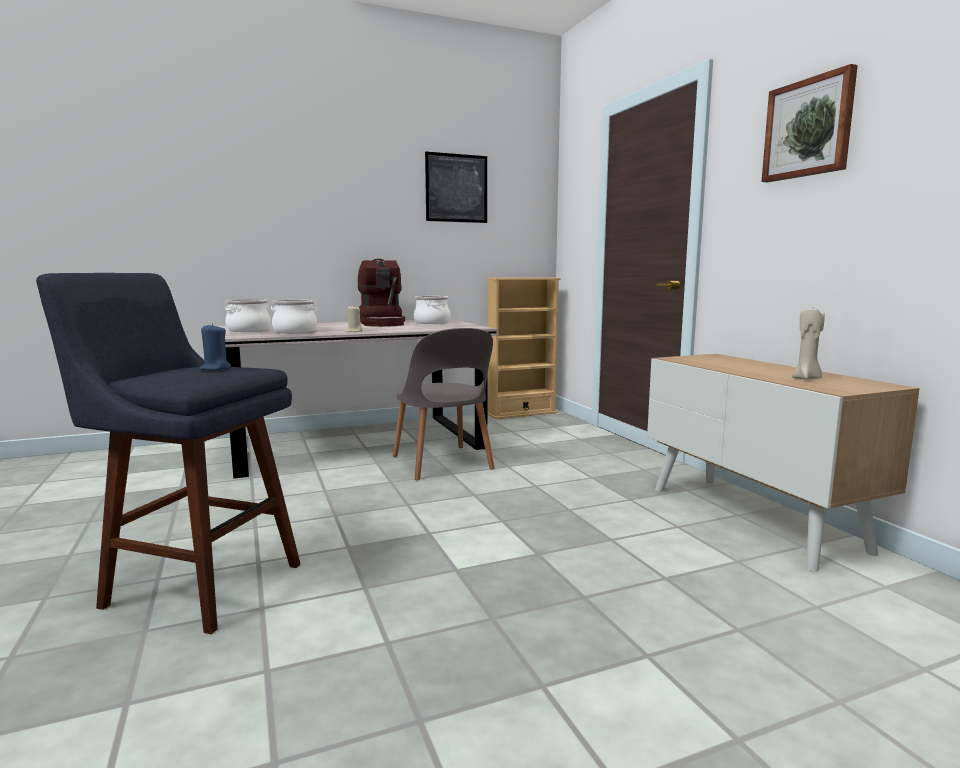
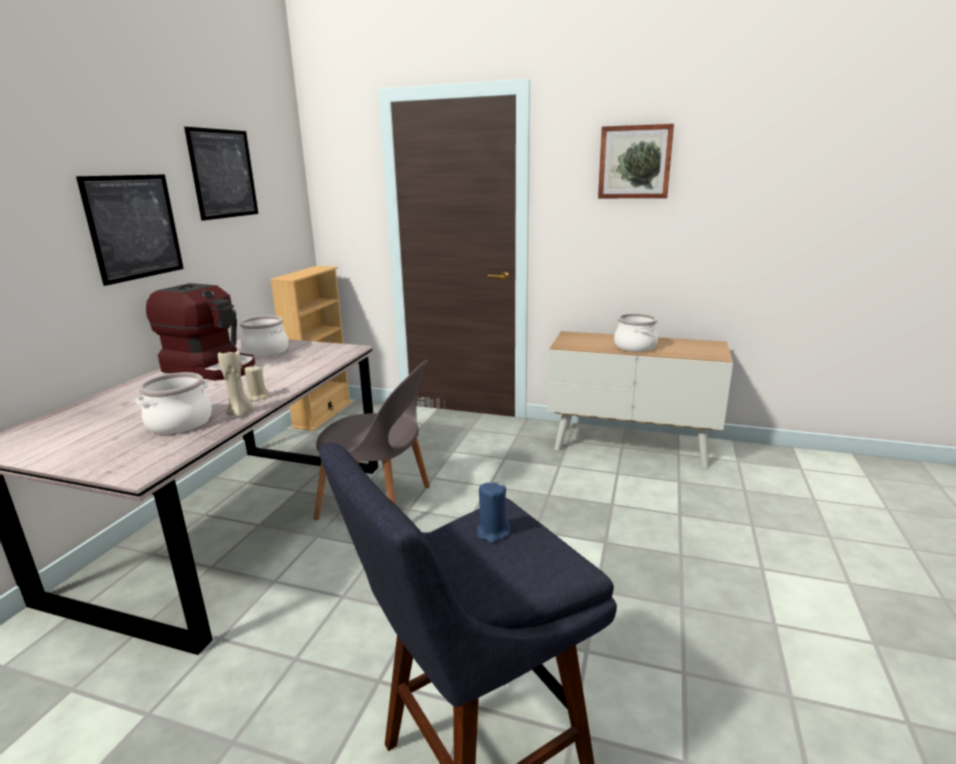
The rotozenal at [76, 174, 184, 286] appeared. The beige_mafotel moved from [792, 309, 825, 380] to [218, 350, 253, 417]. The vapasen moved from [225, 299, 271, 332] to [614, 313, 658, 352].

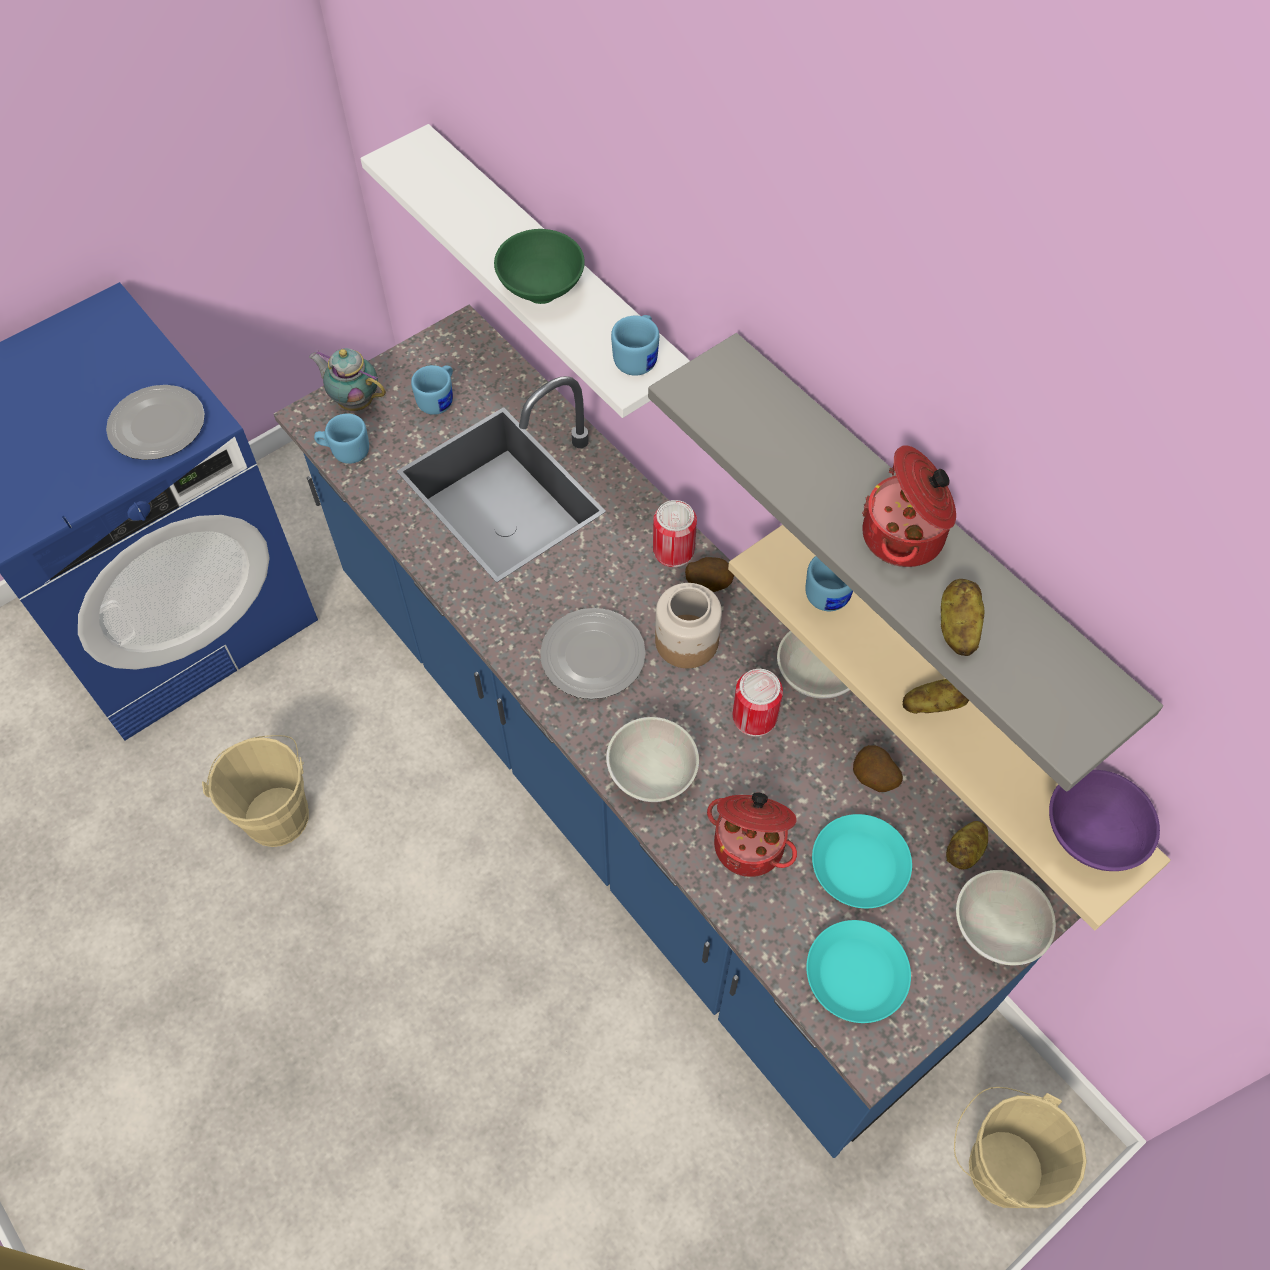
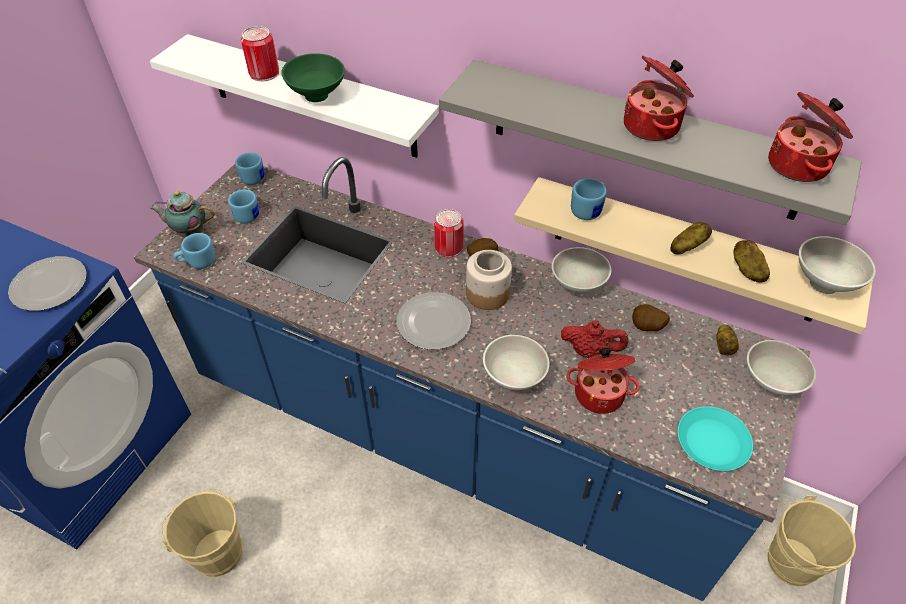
The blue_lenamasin moved from [611, 315, 659, 376] to [235, 152, 264, 185]. The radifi moved from [733, 669, 783, 737] to [241, 26, 279, 81]. The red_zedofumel at [561, 320, 628, 358] appeared. The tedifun moved from [941, 579, 984, 656] to [734, 240, 770, 283]. The vapasen at [768, 92, 853, 182] appeared. The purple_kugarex at [1049, 770, 1160, 871] became the white_kugarex at [799, 236, 876, 294]. The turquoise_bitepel at [812, 814, 912, 908] disappeared.

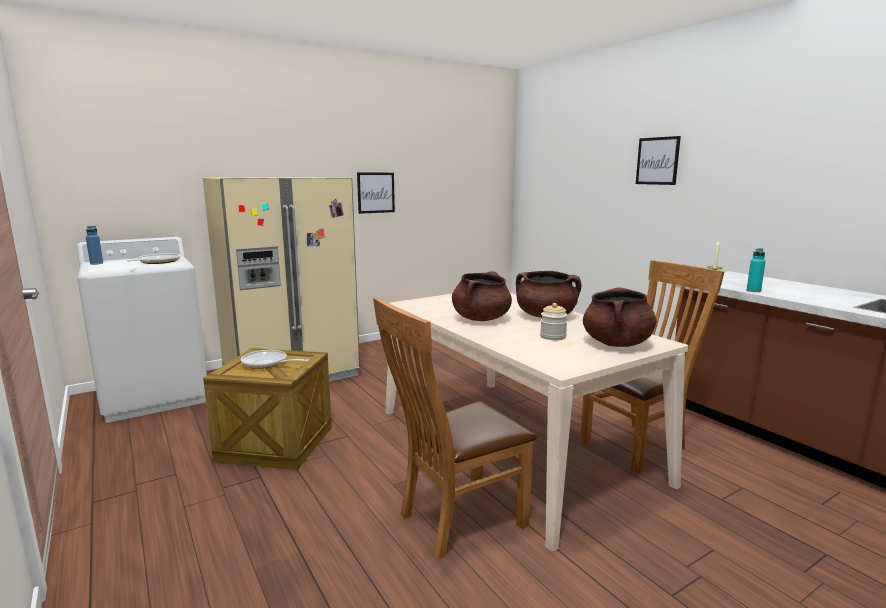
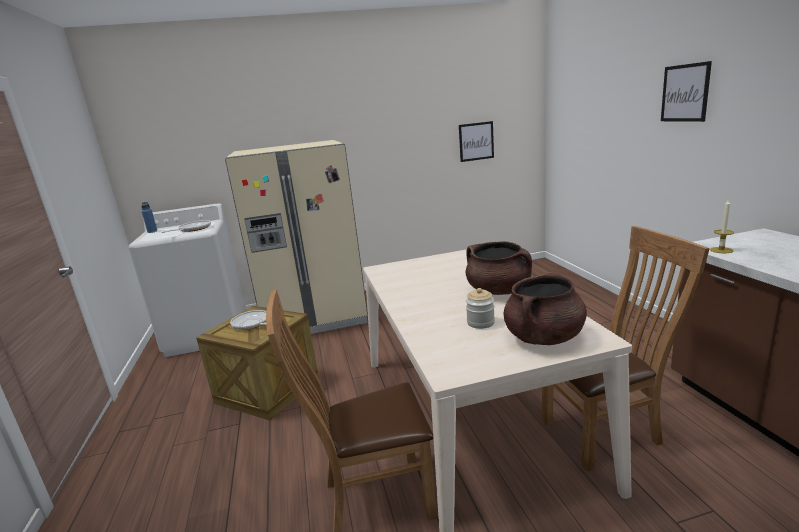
The rotozenal moved from [357, 173, 395, 214] to [459, 121, 494, 162]. The brown_vapasen at [452, 271, 512, 321] disappeared. The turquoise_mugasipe at [747, 248, 766, 292] disappeared.

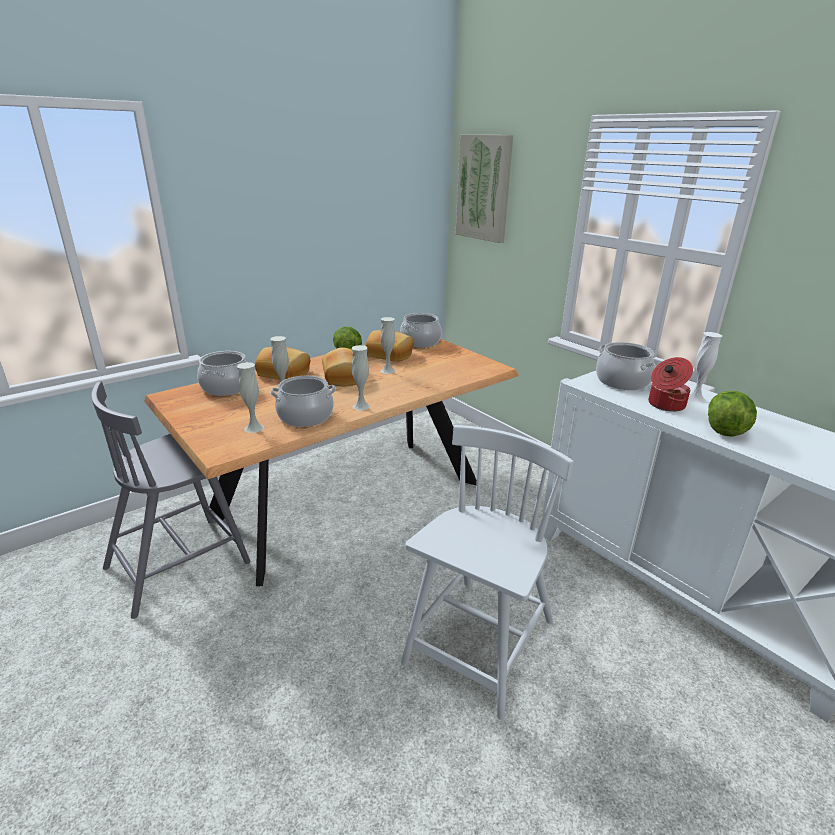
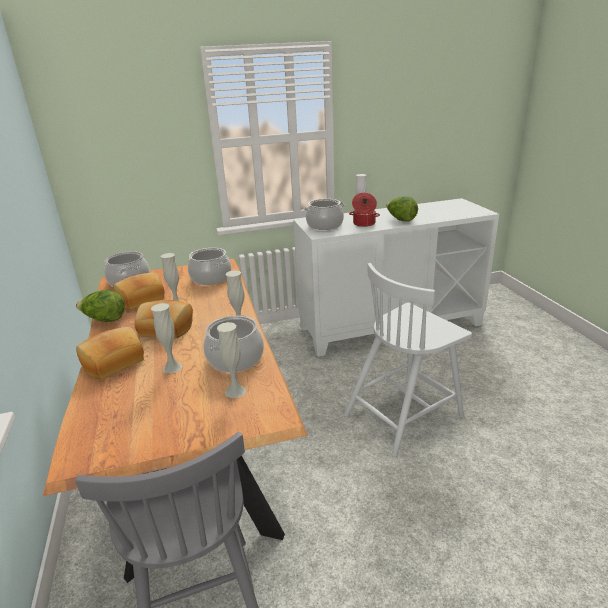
The vapasen moved from [197, 351, 247, 396] to [188, 248, 231, 285]. The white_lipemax at [401, 425, 573, 720] turned 90 degrees counterclockwise. The rotozenal at [455, 135, 513, 243] disappeared.

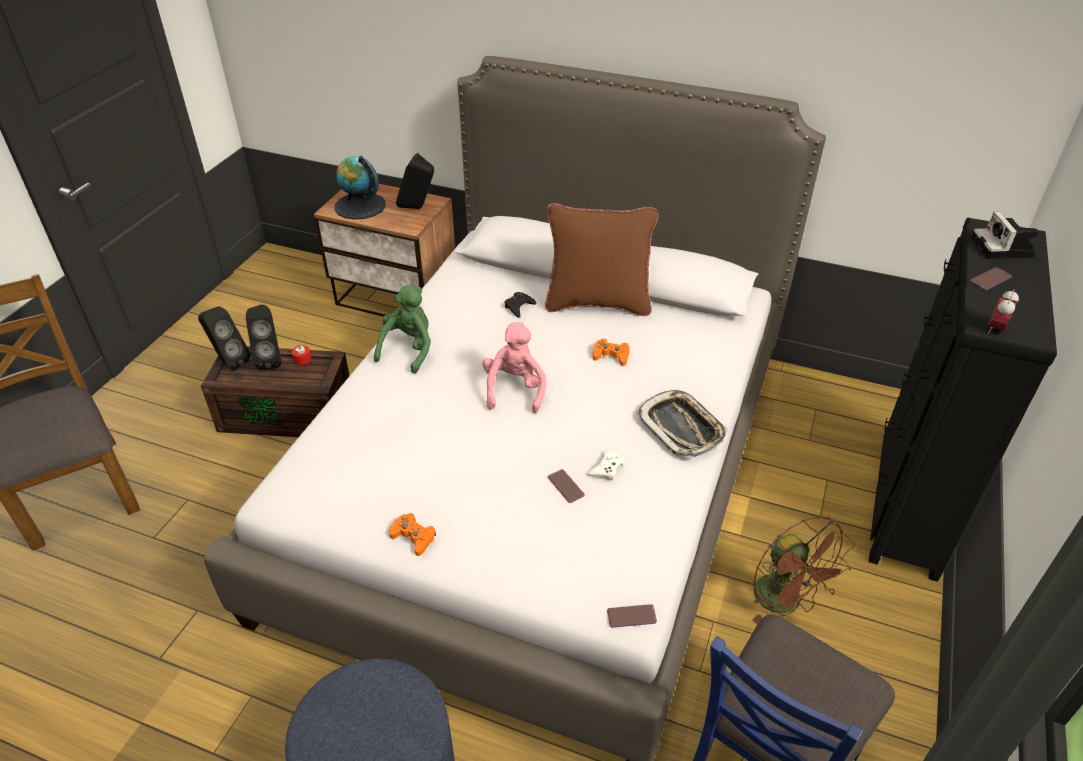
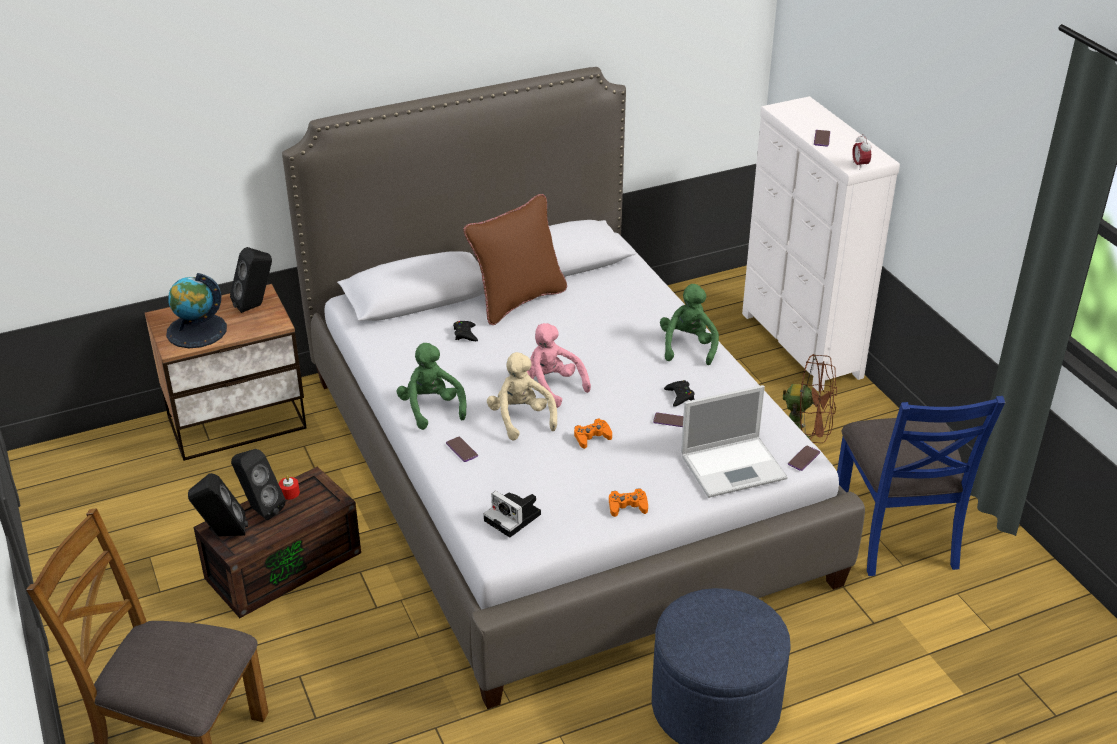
The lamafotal at [446, 437, 478, 462] appeared. The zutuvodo moved from [971, 211, 1039, 259] to [483, 491, 541, 537]. The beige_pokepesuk at [487, 352, 557, 441] appeared. The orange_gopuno moved from [593, 339, 630, 366] to [574, 419, 612, 449]. The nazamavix at [636, 390, 728, 459] was replaced by the green_pokepesuk at [660, 284, 719, 365]. The white_gopuno at [586, 451, 624, 481] became the black_gopuno at [664, 380, 695, 407]. The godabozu at [681, 385, 788, 498] appeared. The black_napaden at [869, 218, 1057, 582] became the white_napaden at [742, 96, 900, 392].

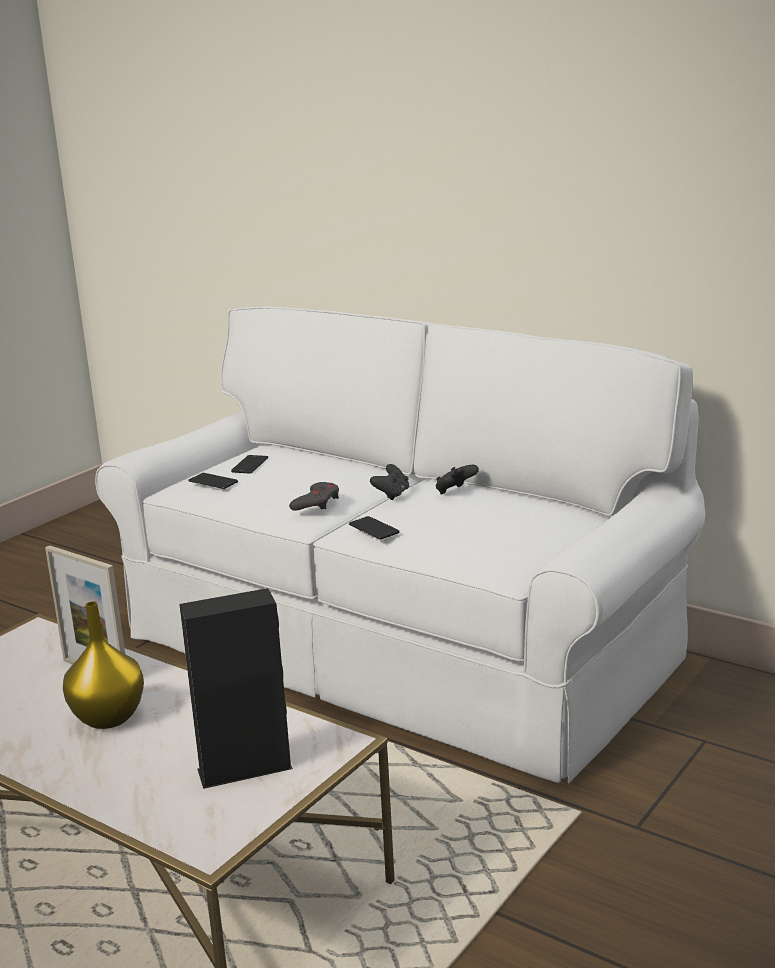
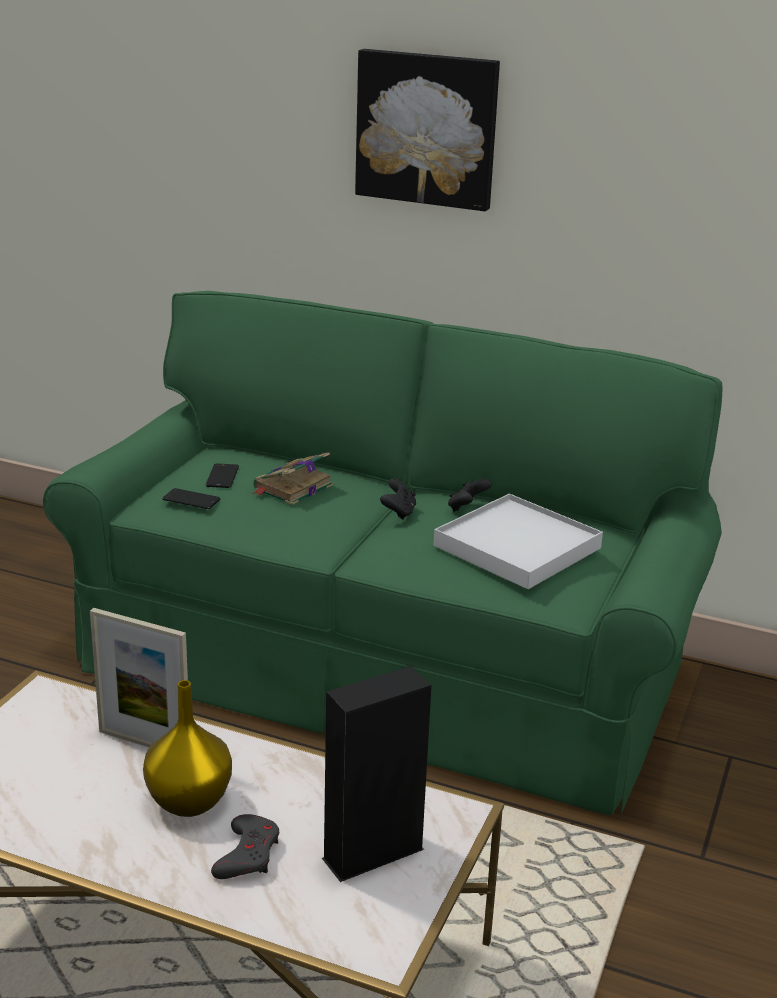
The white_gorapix at [95, 306, 706, 783] became the green_gorapix at [43, 291, 723, 815]. The grey_gopuno moved from [289, 482, 339, 511] to [211, 814, 279, 879]. The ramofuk at [252, 452, 333, 505] appeared. The rotozenal at [355, 49, 500, 211] appeared. The white_nazamavix at [434, 494, 603, 589] appeared. The lamafotal at [349, 516, 399, 540] disappeared.

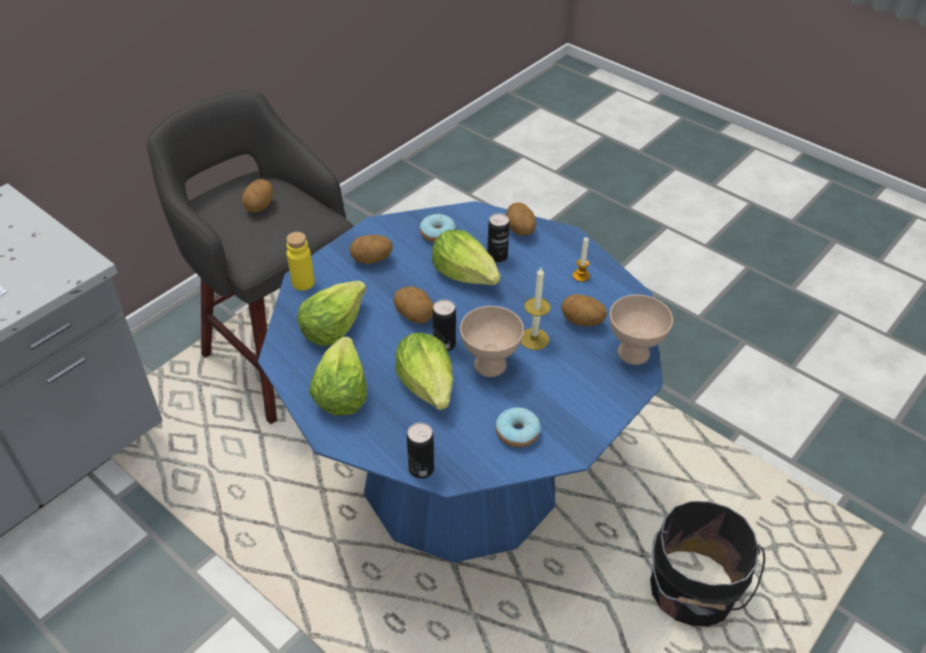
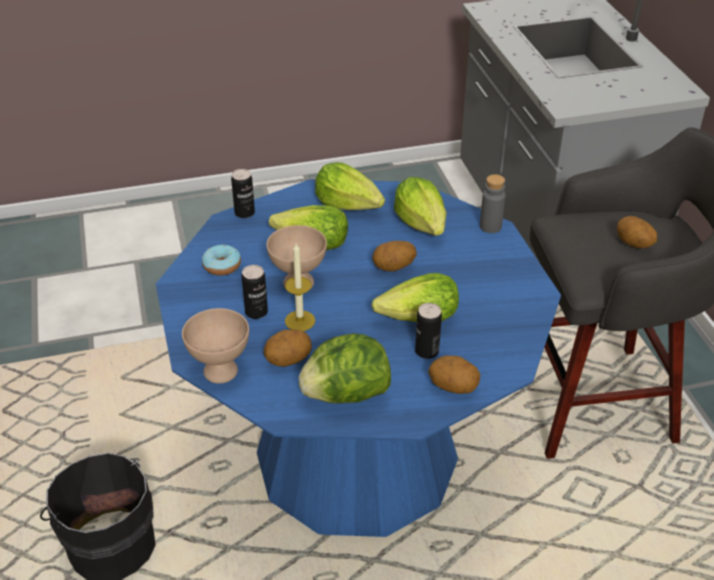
The radifi moved from [432, 299, 456, 351] to [241, 265, 268, 319]. The mafotel at [573, 237, 590, 282] was replaced by the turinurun at [299, 333, 391, 403]. The yellow_mugasipe at [286, 232, 315, 291] became the grey_mugasipe at [480, 174, 506, 233]. The tedifun at [350, 235, 393, 264] disappeared. The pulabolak at [420, 214, 456, 243] disappeared.

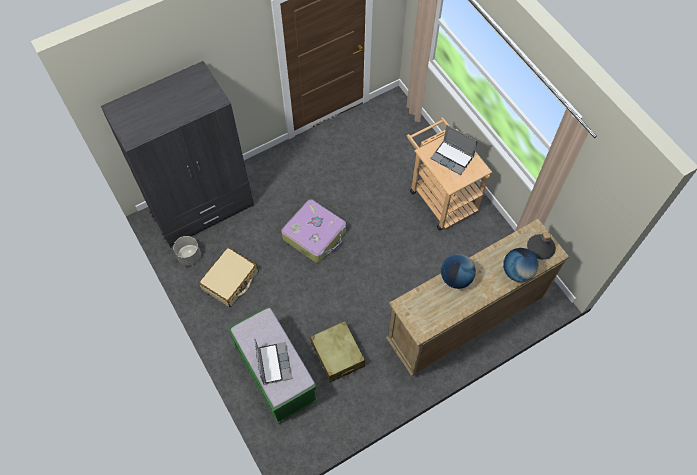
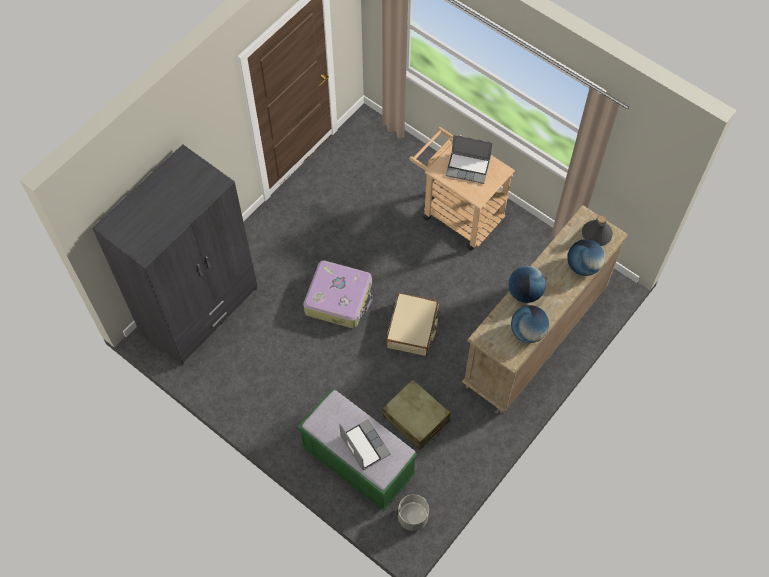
The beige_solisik moved from [199, 247, 258, 307] to [386, 293, 439, 356]. The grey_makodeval moved from [173, 236, 201, 266] to [398, 494, 429, 531]. The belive at [511, 305, 549, 343] appeared.

